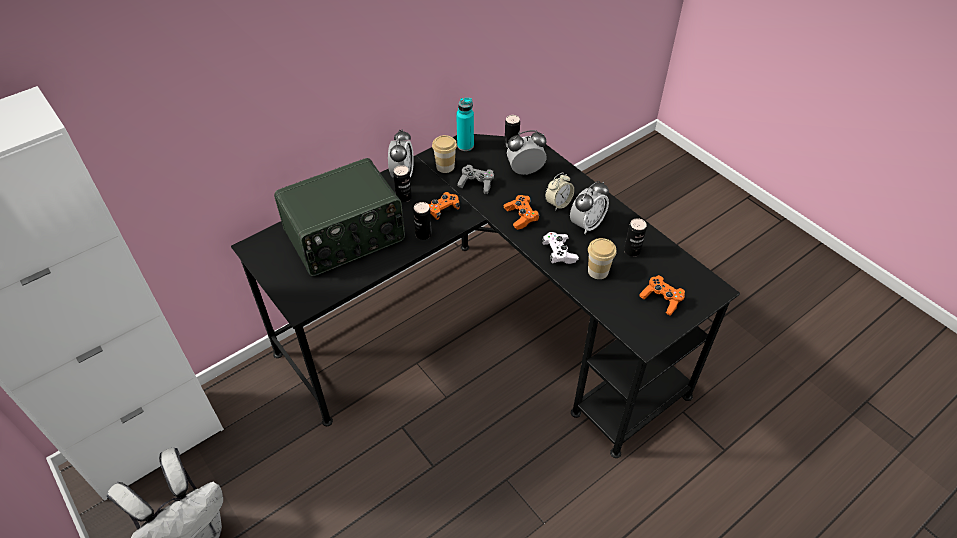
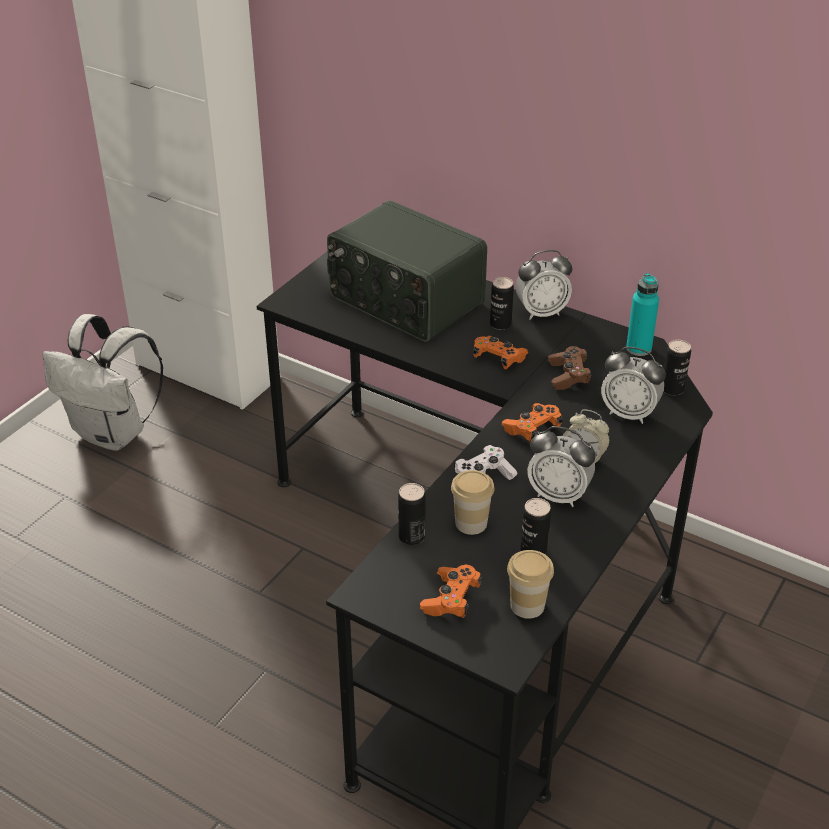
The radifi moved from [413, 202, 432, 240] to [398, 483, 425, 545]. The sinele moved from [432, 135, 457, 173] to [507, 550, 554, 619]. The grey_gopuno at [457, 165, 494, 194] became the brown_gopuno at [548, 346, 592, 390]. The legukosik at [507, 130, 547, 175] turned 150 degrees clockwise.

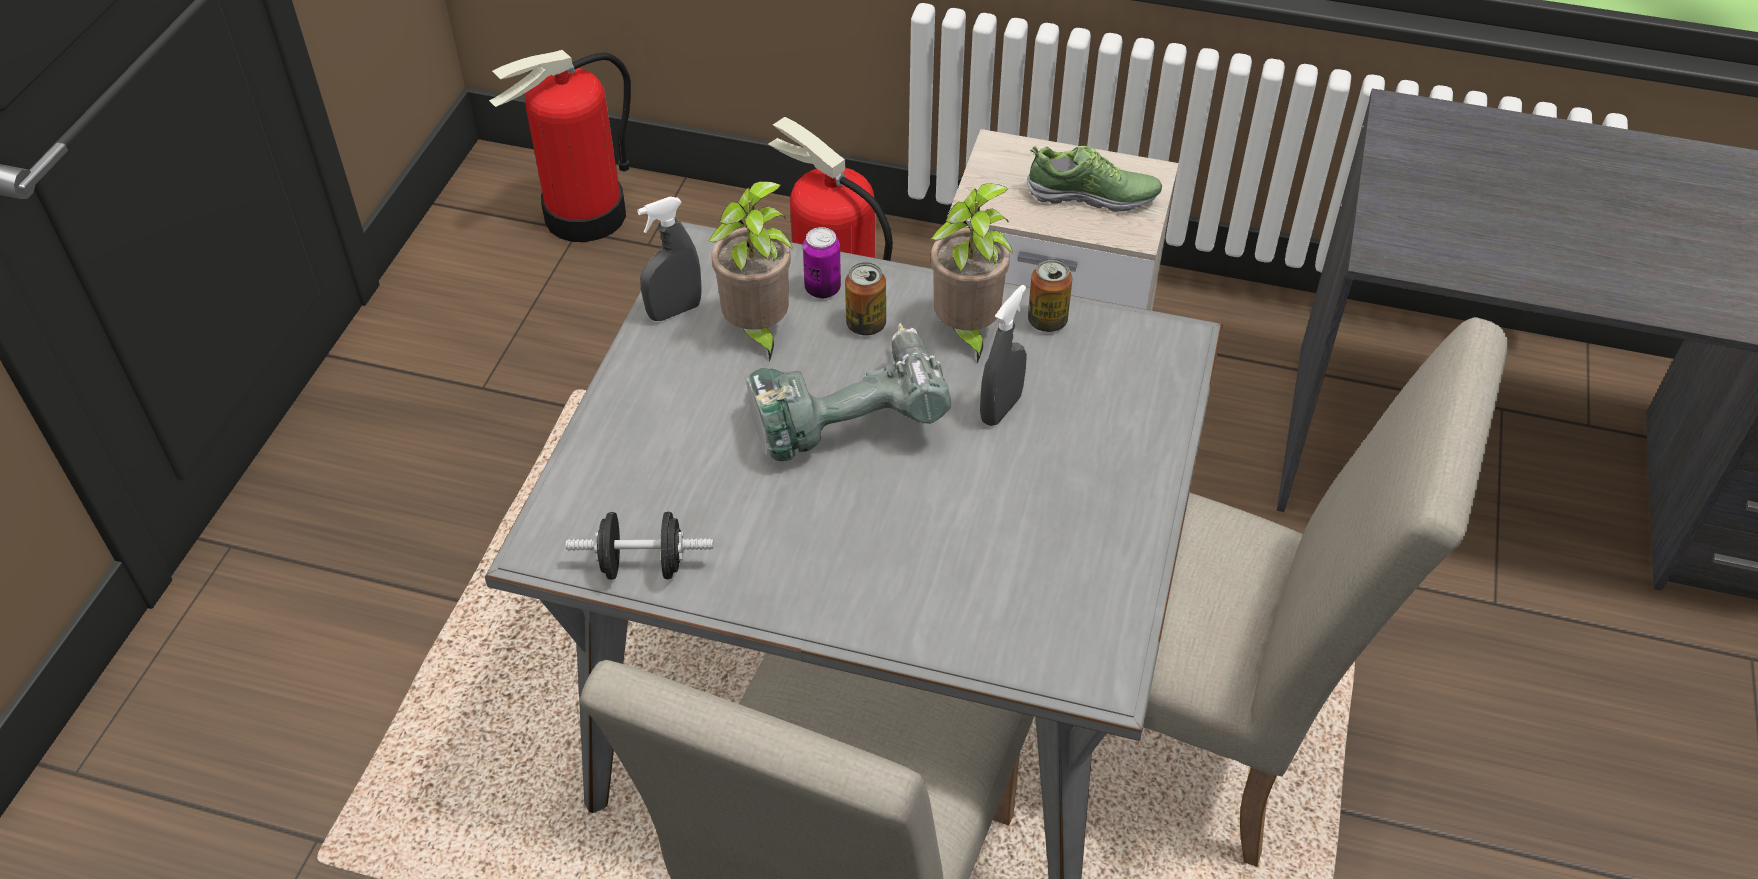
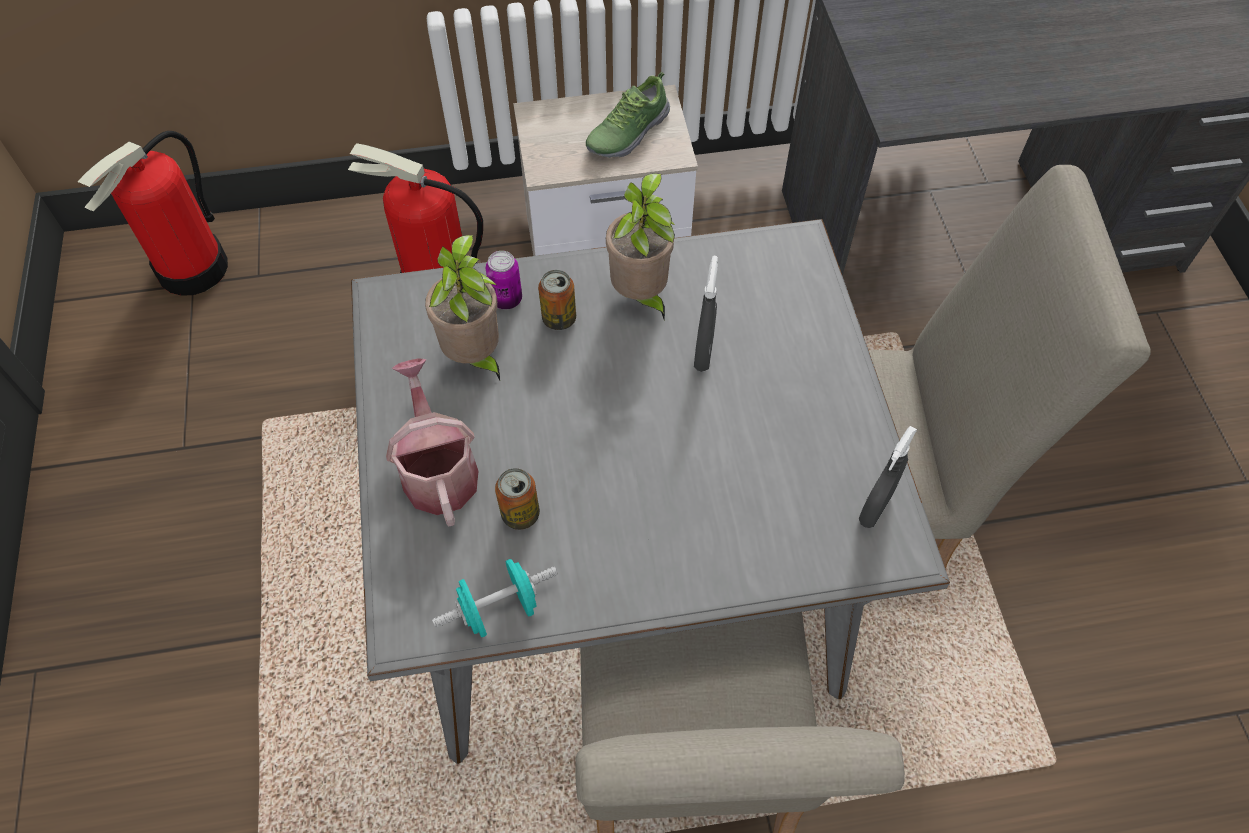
The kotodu at [386, 358, 478, 526] appeared. The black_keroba at [566, 512, 714, 580] became the turquoise_keroba at [432, 559, 558, 637]. The radifi moved from [1028, 259, 1072, 332] to [495, 468, 540, 530]. The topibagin at [1027, 146, 1162, 212] turned 150 degrees clockwise. The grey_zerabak moved from [637, 197, 702, 321] to [859, 426, 917, 528]. The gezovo at [747, 323, 951, 461] disappeared.

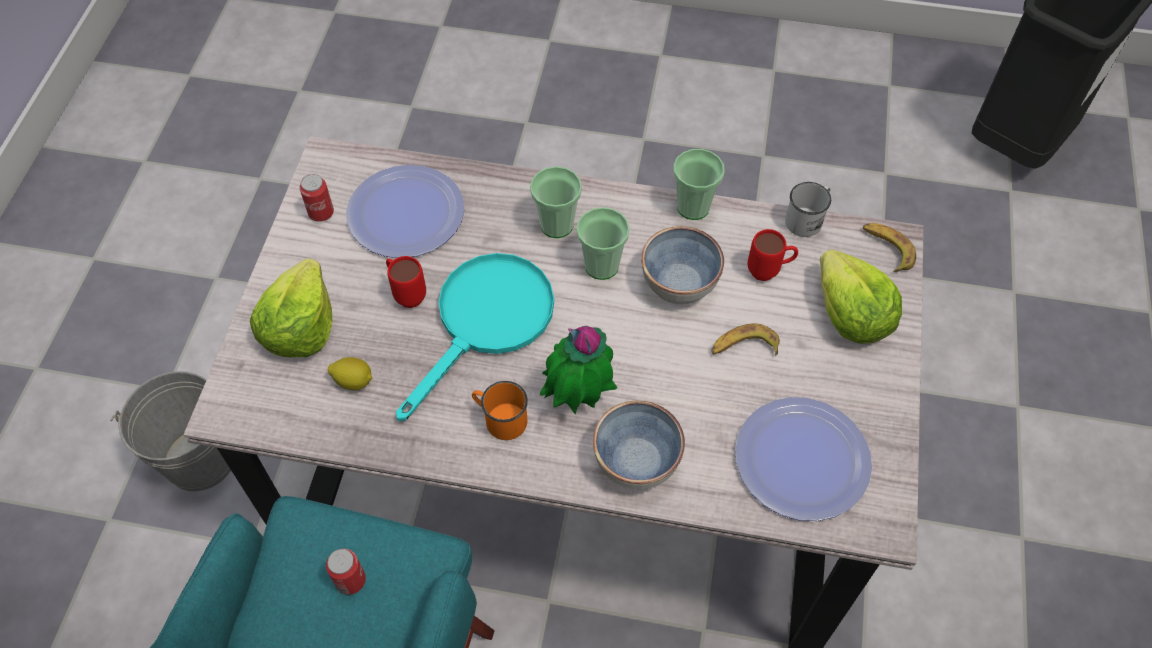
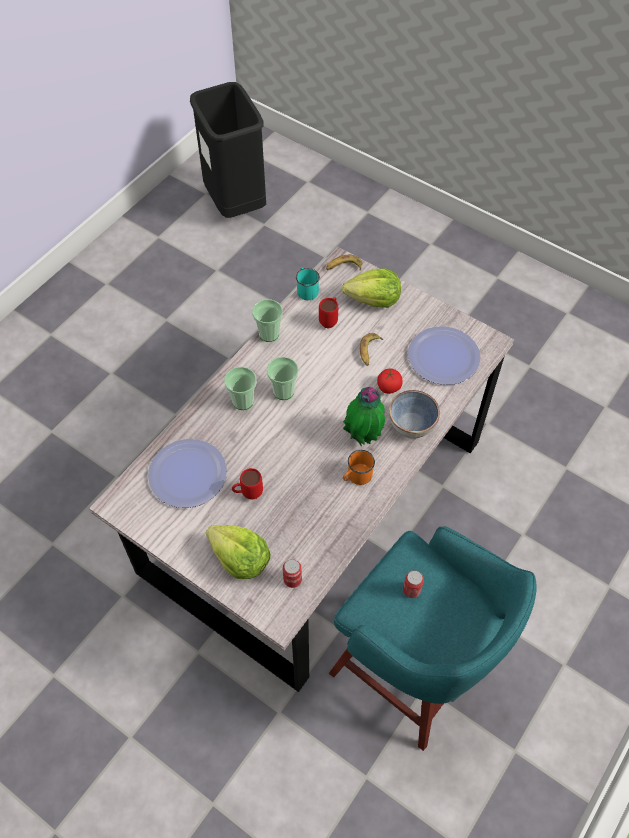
The radifi moved from [300, 174, 334, 222] to [283, 559, 302, 588]. The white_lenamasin at [785, 182, 831, 237] became the turquoise_lenamasin at [296, 268, 320, 300]. The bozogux at [377, 368, 403, 394] appeared. The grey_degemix at [110, 371, 231, 491] disappeared. The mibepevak at [328, 357, 373, 390] disappeared. The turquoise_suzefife at [396, 253, 554, 421] disappeared. The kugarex at [641, 226, 724, 304] disappeared.

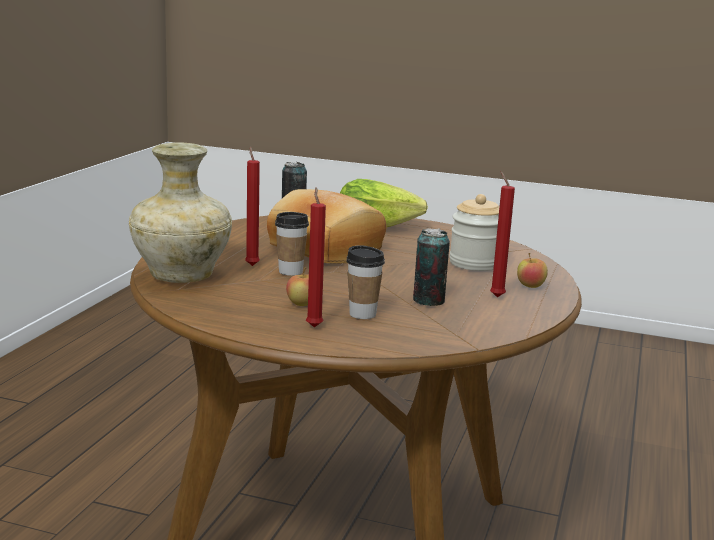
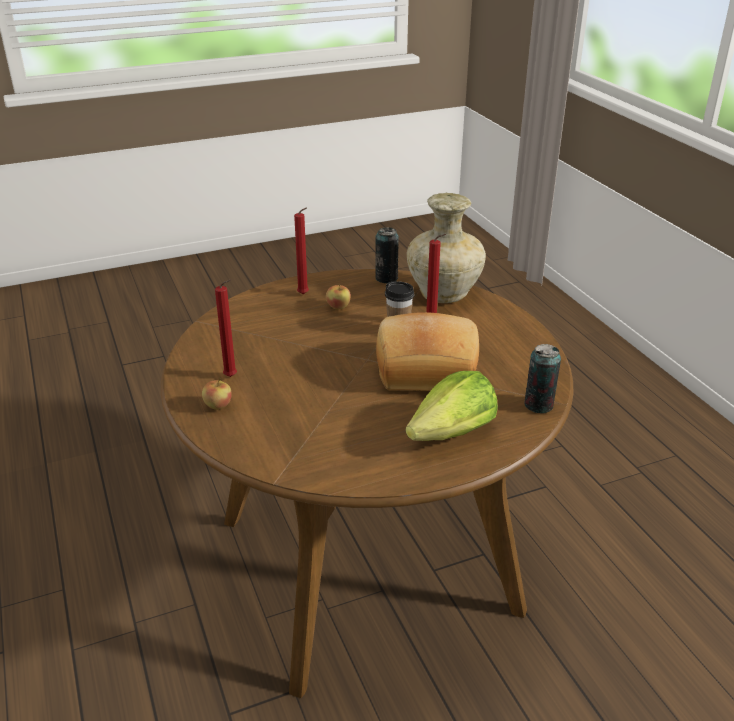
The radifi moved from [413, 228, 450, 306] to [375, 227, 399, 284]. The sinele at [346, 245, 385, 319] disappeared. The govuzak at [449, 194, 500, 271] disappeared.

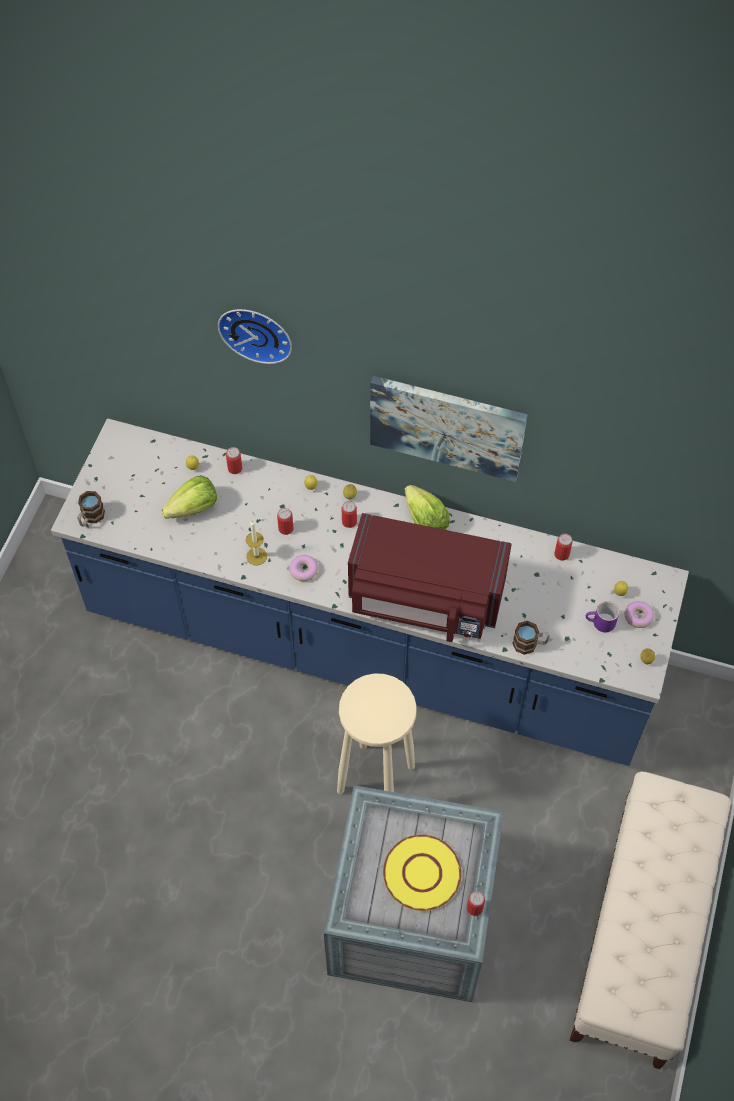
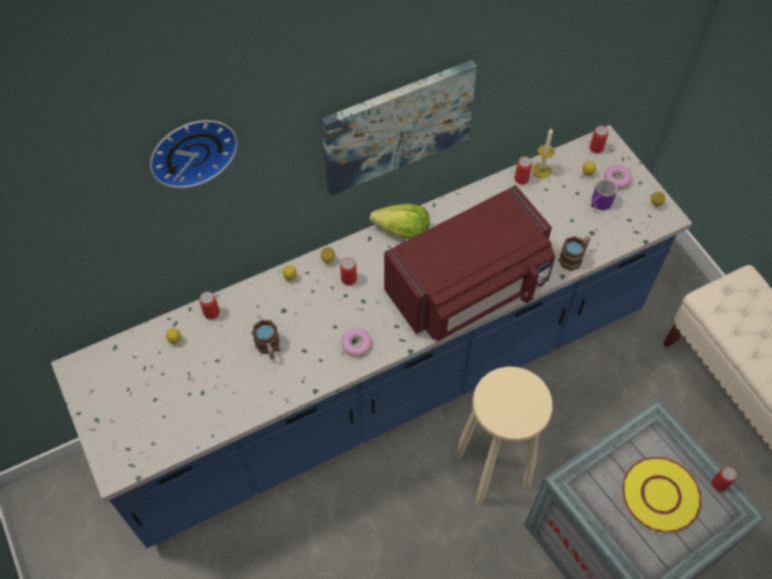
The lenamasin moved from [78, 491, 105, 527] to [252, 320, 280, 359]. The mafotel moved from [246, 521, 267, 565] to [532, 128, 555, 179]. The radifi moved from [277, 508, 293, 535] to [589, 126, 609, 154]. The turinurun at [162, 475, 217, 519] disappeared.

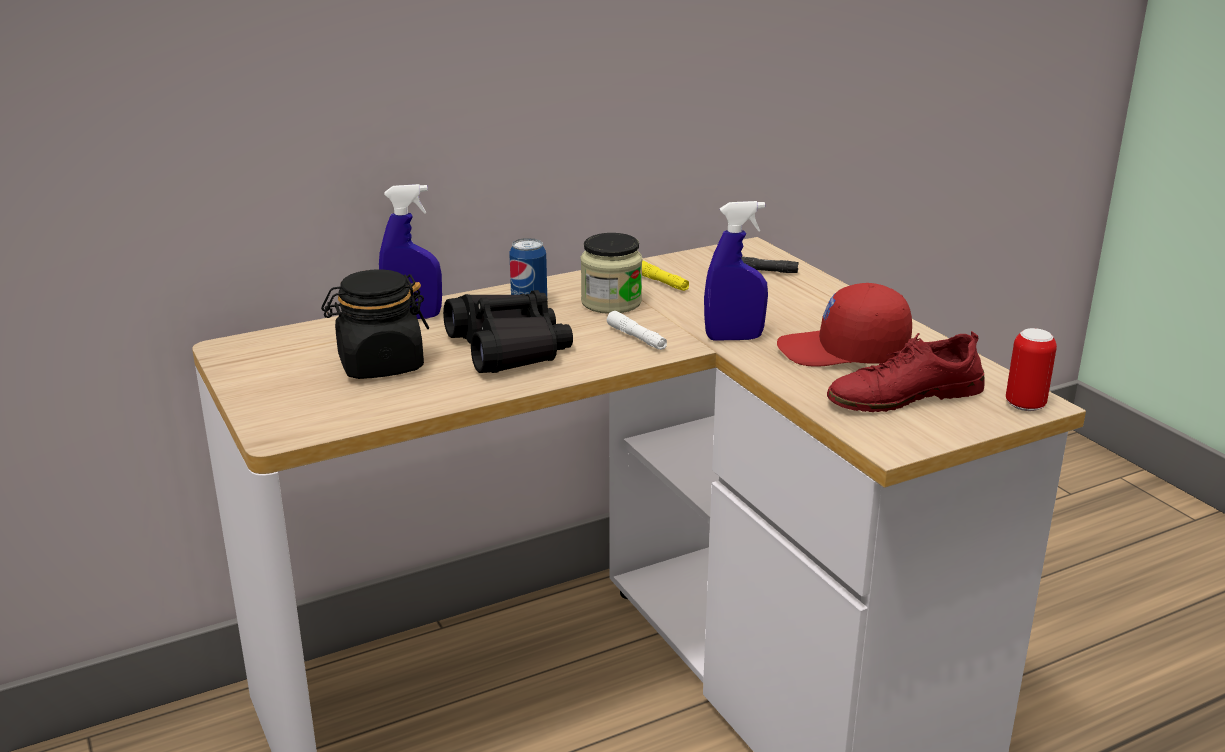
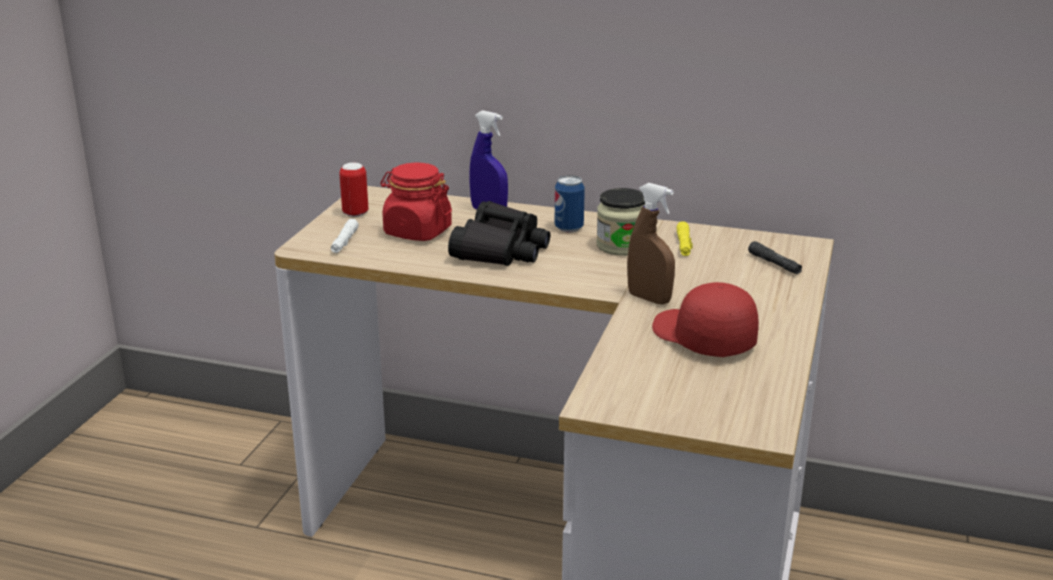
The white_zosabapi moved from [607, 311, 667, 350] to [331, 219, 359, 253]. The radifi moved from [1006, 328, 1057, 411] to [339, 163, 369, 217]. The black_govuzak at [321, 269, 429, 379] became the red_govuzak at [380, 162, 452, 241]. The blue_zerabak at [704, 201, 768, 341] became the brown_zerabak at [627, 183, 675, 305]. The red_topibagin at [827, 331, 984, 412] disappeared.

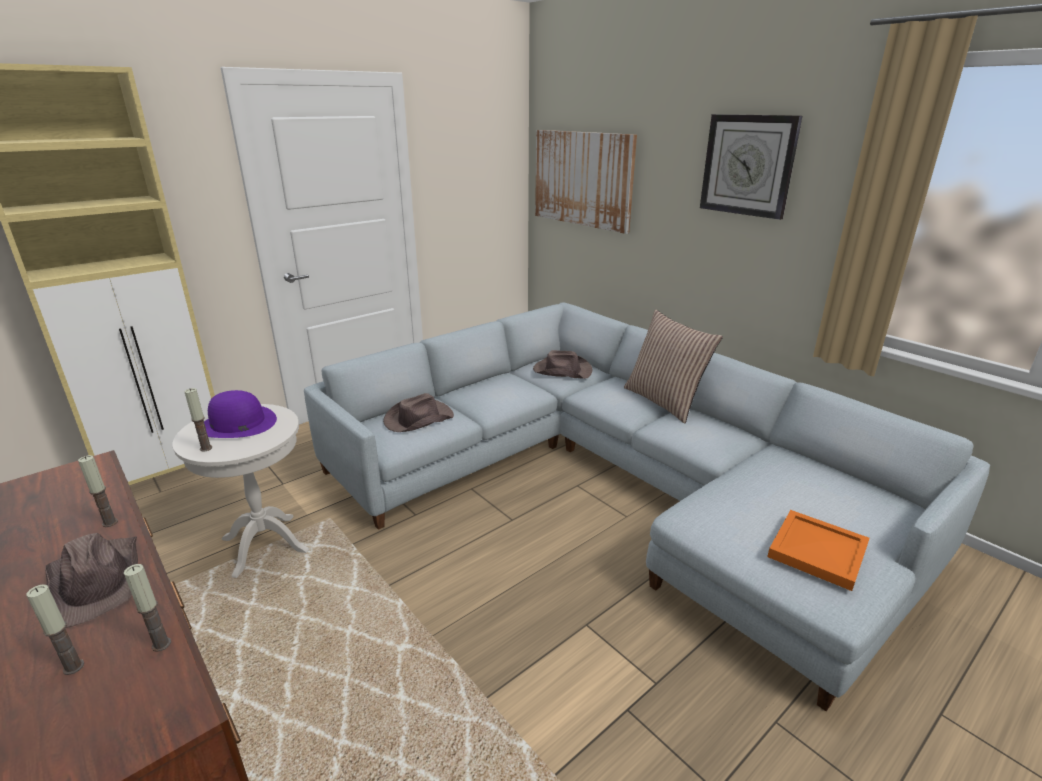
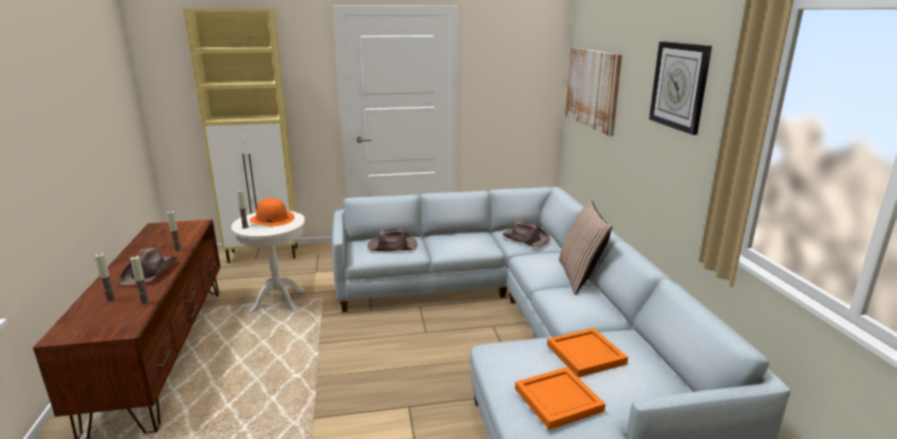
The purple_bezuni at [204, 390, 277, 438] became the orange_bezuni at [250, 198, 295, 226]. The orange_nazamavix at [547, 328, 628, 377] appeared.

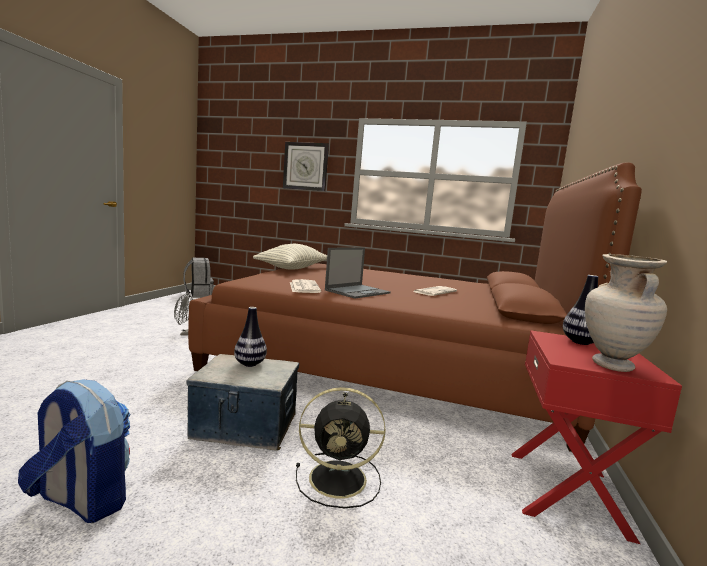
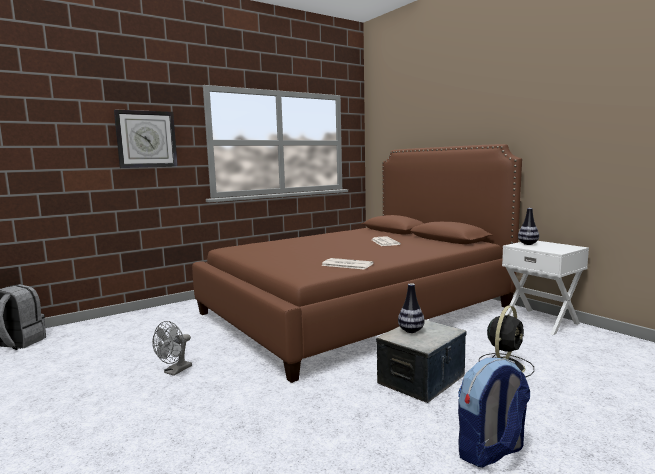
The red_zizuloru at [512, 330, 682, 544] became the white_zizuloru at [502, 241, 589, 335]. The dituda at [253, 244, 327, 270] disappeared. The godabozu at [325, 248, 391, 299] disappeared. The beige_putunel at [585, 254, 667, 372] disappeared.

